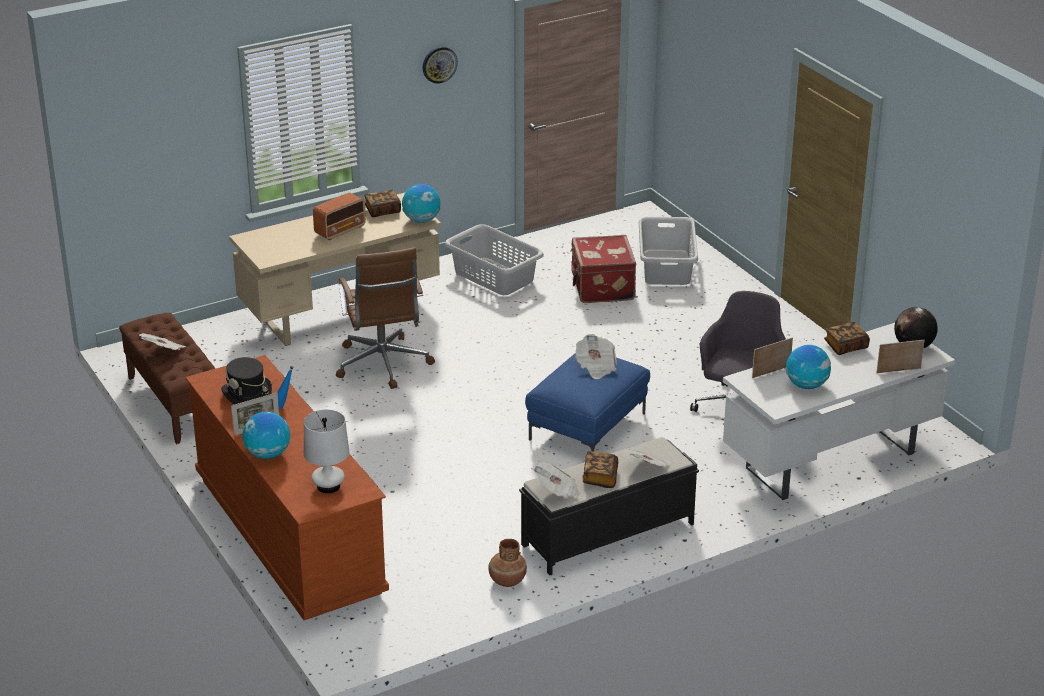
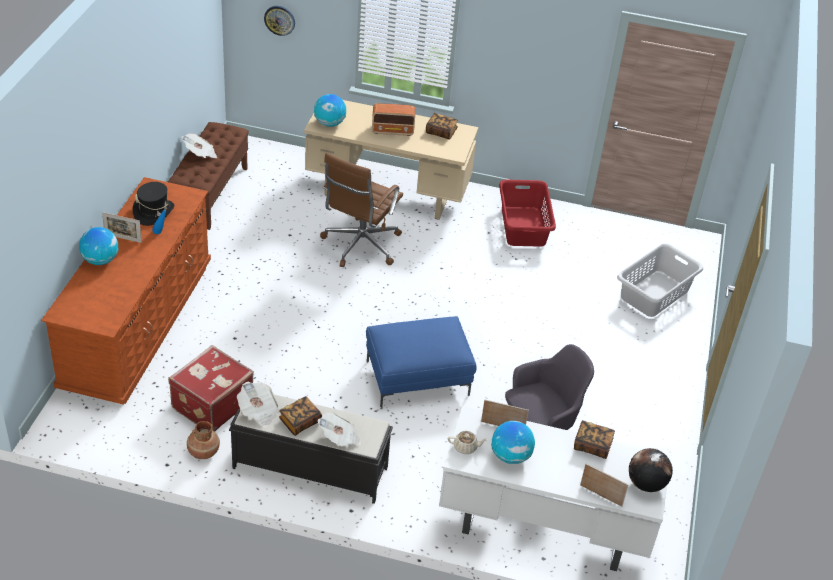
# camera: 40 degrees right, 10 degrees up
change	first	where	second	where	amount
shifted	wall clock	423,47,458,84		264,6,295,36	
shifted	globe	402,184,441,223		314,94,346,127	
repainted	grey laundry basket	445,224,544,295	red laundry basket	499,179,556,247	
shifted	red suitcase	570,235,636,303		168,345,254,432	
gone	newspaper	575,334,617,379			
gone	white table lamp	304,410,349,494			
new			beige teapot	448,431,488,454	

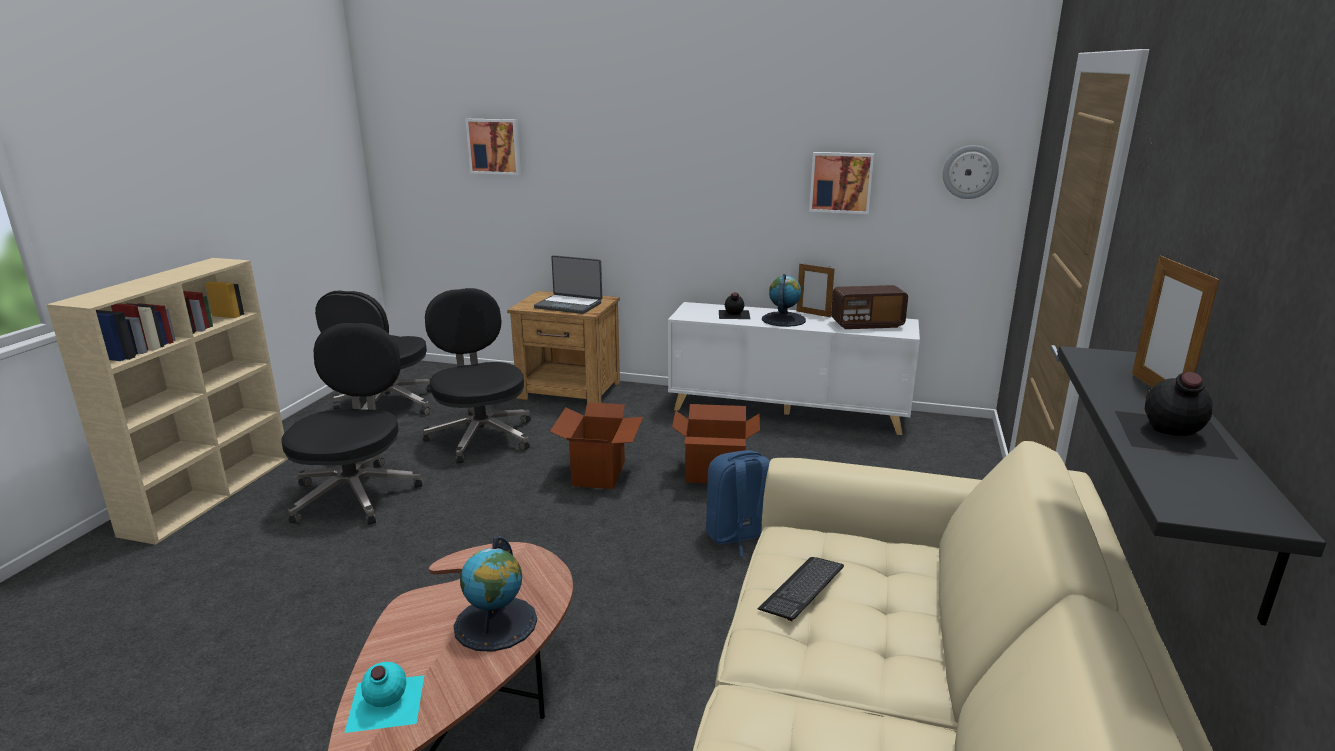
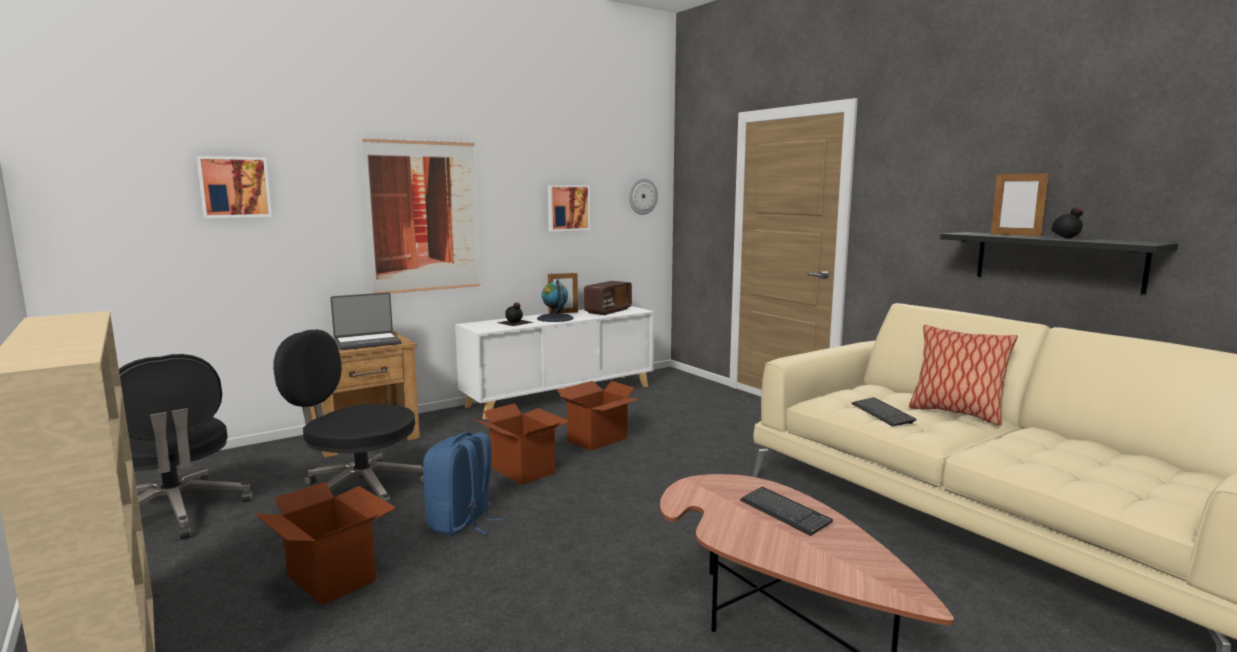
# camera: 50 degrees left, 10 degrees down
change	first	where	second	where	amount
swapped	black office chair	282,323,422,525	cardboard box	254,482,396,605	
shifted	blue backpack	706,450,770,557		423,432,503,536	
swapped	globe	454,536,537,652	keyboard	740,487,833,536	
gone	turquoise bottle	345,662,424,733			
new			picture	362,138,480,294	
new			pillow	909,325,1017,426	

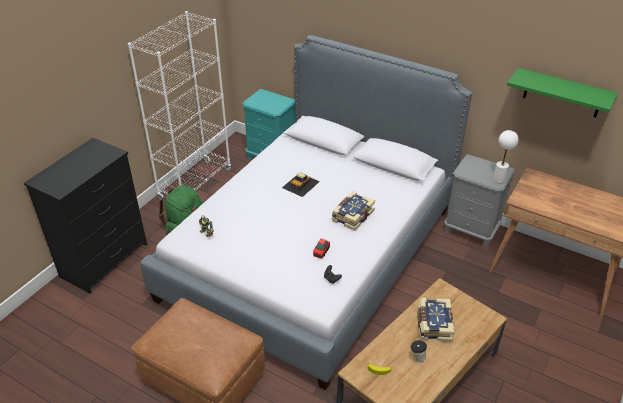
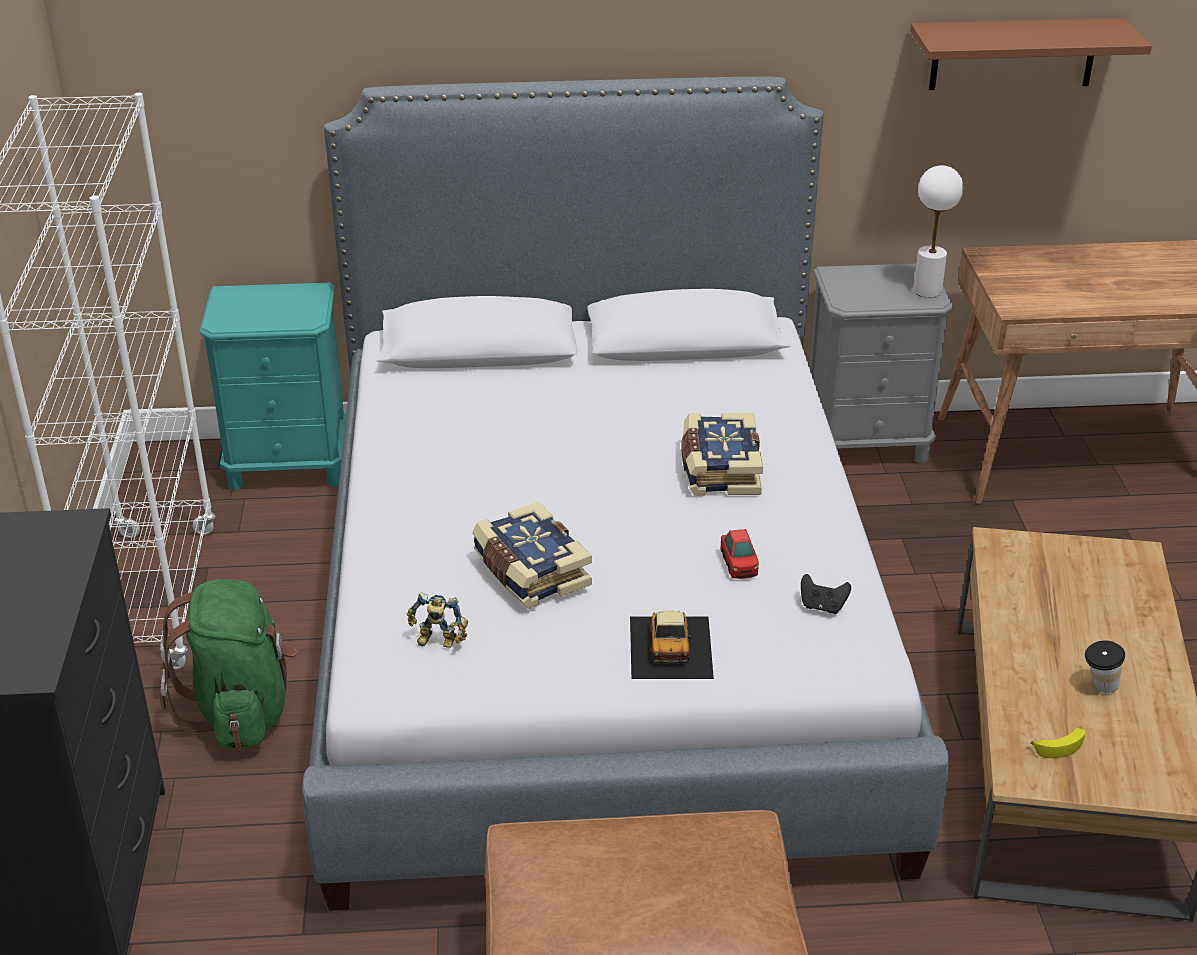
# camera: 35 degrees left, 5 degrees down
change	first	where	second	where	amount
repainted	green shelf	507,68,618,117	brown shelf	910,18,1152,90	
shifted	toy car	282,173,320,197		630,610,714,679	
shifted	book	418,297,454,342		473,502,592,609	

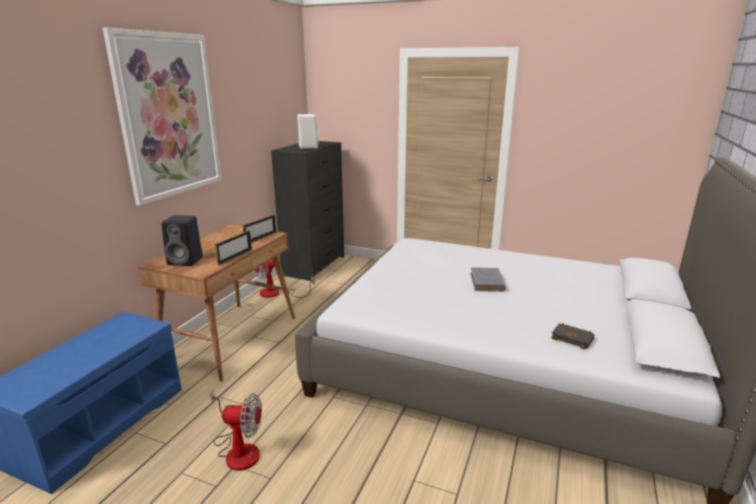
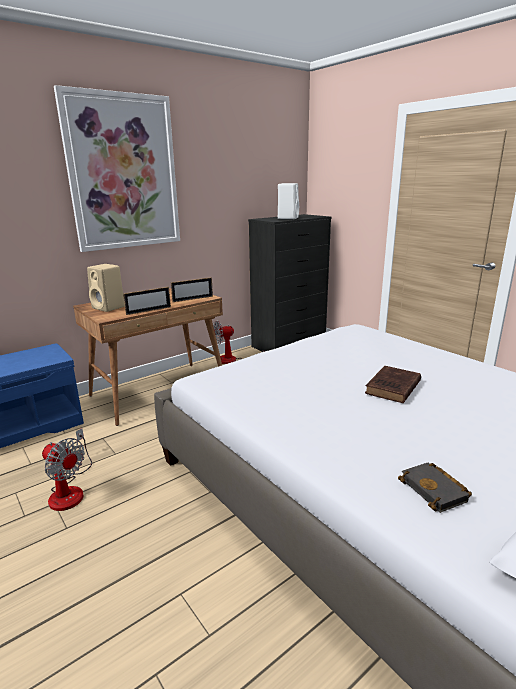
# camera: 30 degrees right, 0 degrees up
change	first	where	second	where	amount
repainted	black speaker	162,215,203,266	beige speaker	87,264,125,312	
repainted	grey book	470,267,506,292	brown book	365,366,421,403	

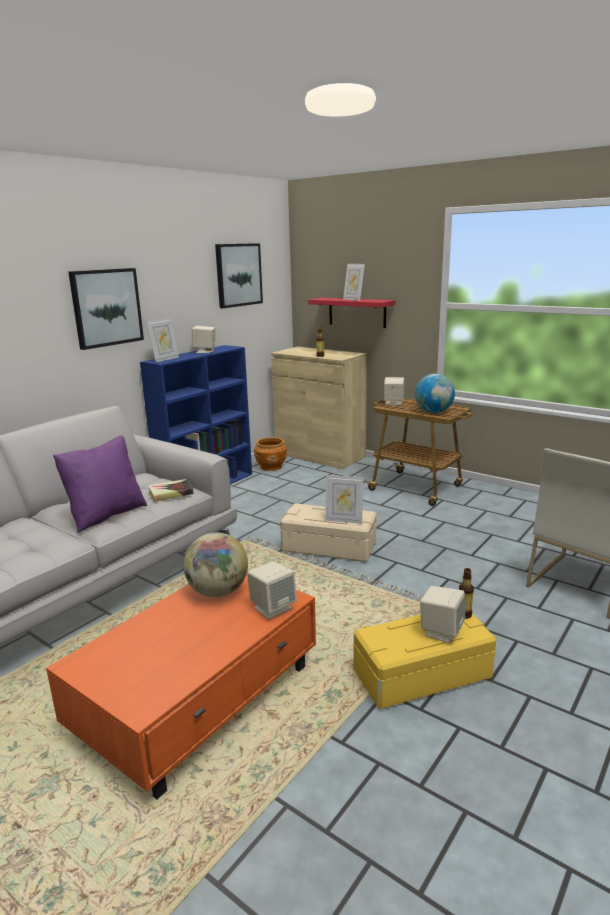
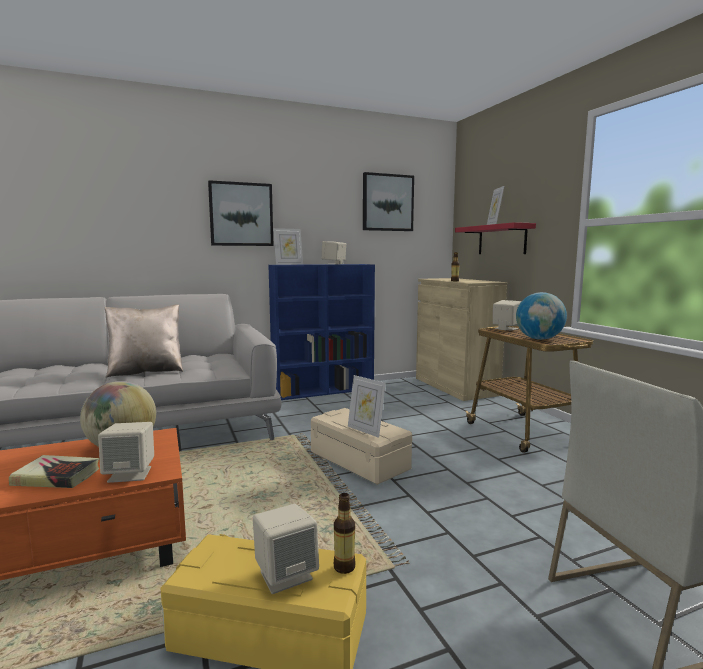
# camera: 30 degrees right, 10 degrees down
change	first	where	second	where	amount
repainted	purple pillow	53,435,147,533	beige pillow	105,304,183,378	
gone	brown planter	254,437,287,471			
shifted	book	148,479,194,502		9,455,99,488	

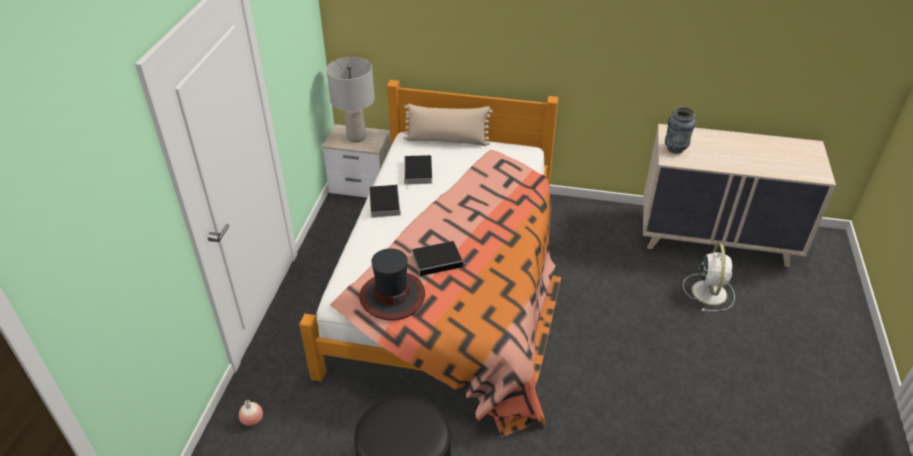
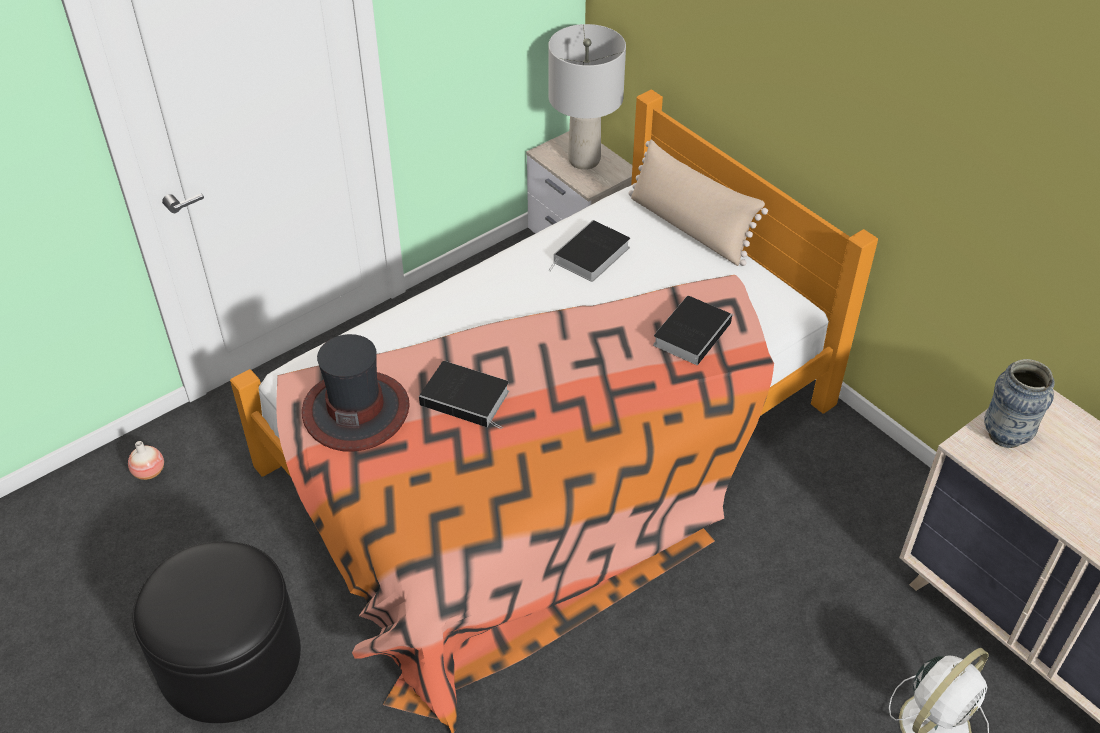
# camera: 40 degrees right, 5 degrees up
change	first	where	second	where	amount
shifted	book	369,185,401,218		653,296,734,366	

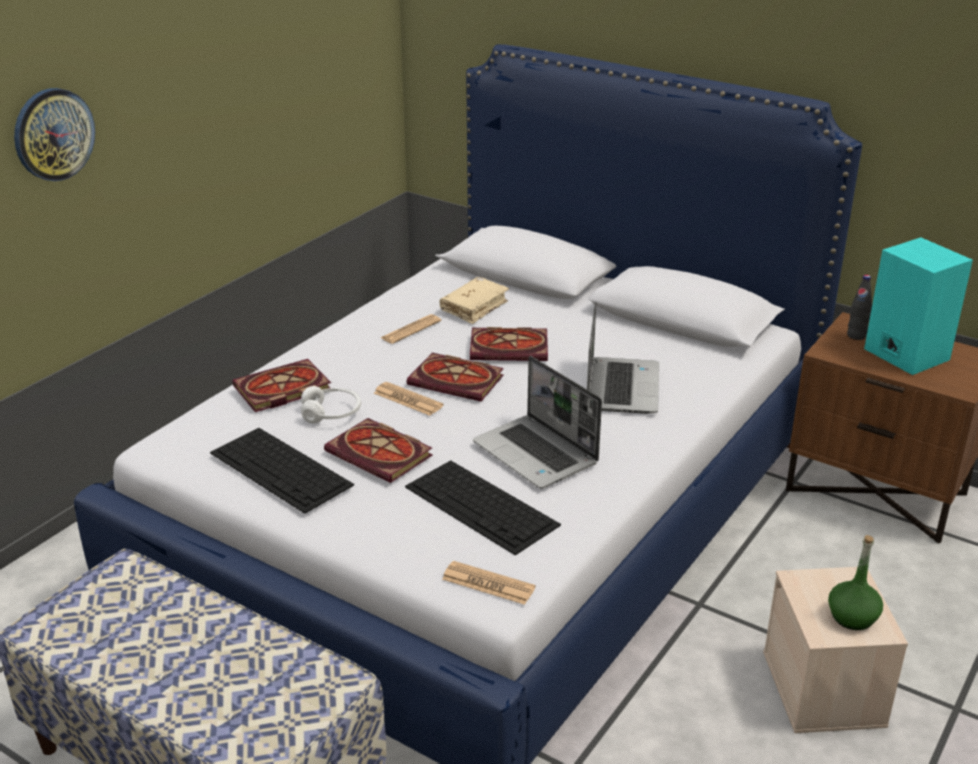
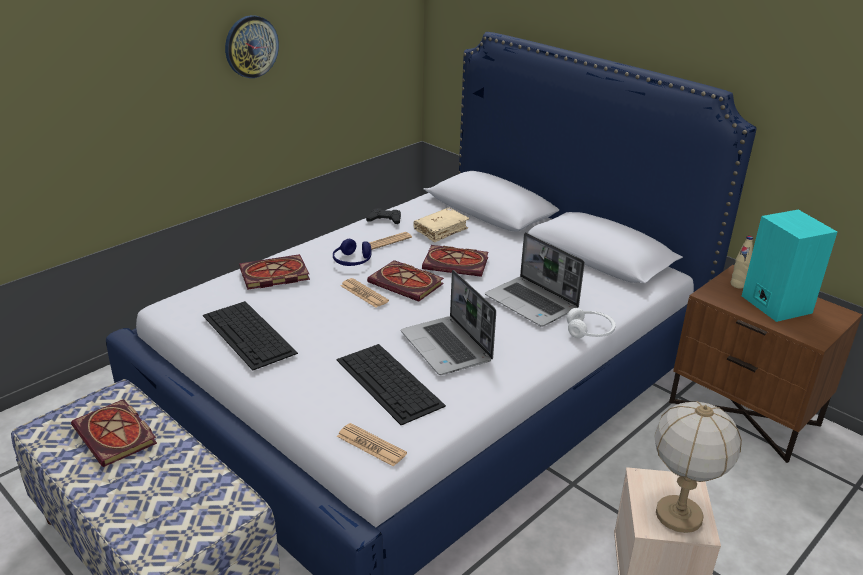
# camera: 10 degrees right, 0 degrees up
change	first	where	second	where	amount
shifted	wall clock	14,88,95,181		225,15,279,78	
repainted	black bottle	847,275,872,340	beige bottle	731,236,753,289	
rotated	laptop	587,302,659,414		485,233,585,327	120 degrees clockwise
shifted	white headphones	301,386,361,423		567,308,616,338	
shifted	book	324,418,433,483		71,399,157,467	
swapped	green bottle	828,535,883,630	table lamp	654,401,742,533	
new			black game controller	366,208,401,224	
new			blue headphones	333,239,371,266	

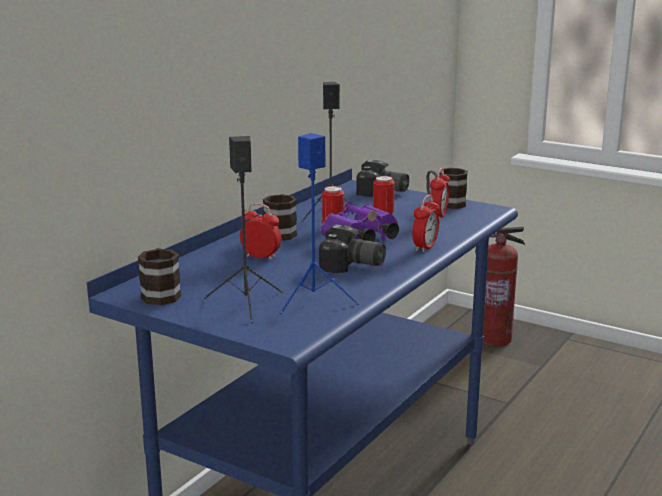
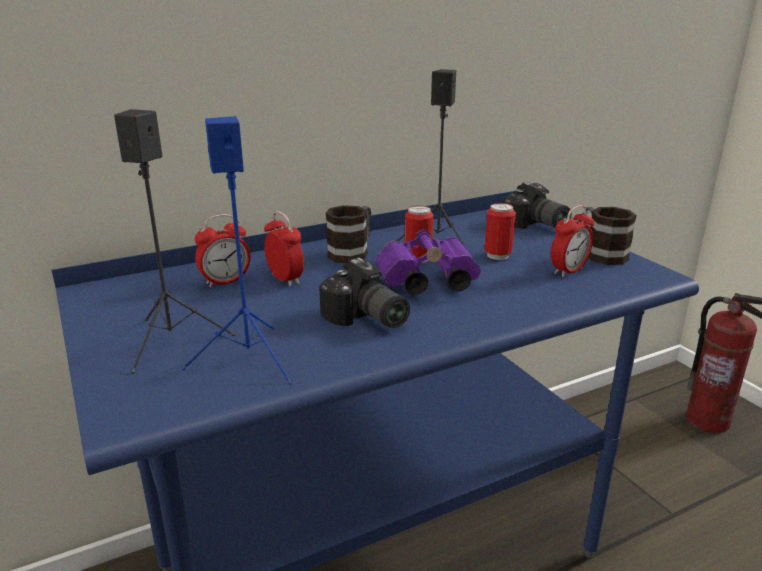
# camera: 30 degrees right, 5 degrees up
change	first	where	second	where	amount
shifted	alarm clock	412,195,439,253		194,214,251,288	
gone	mug	138,248,181,305			

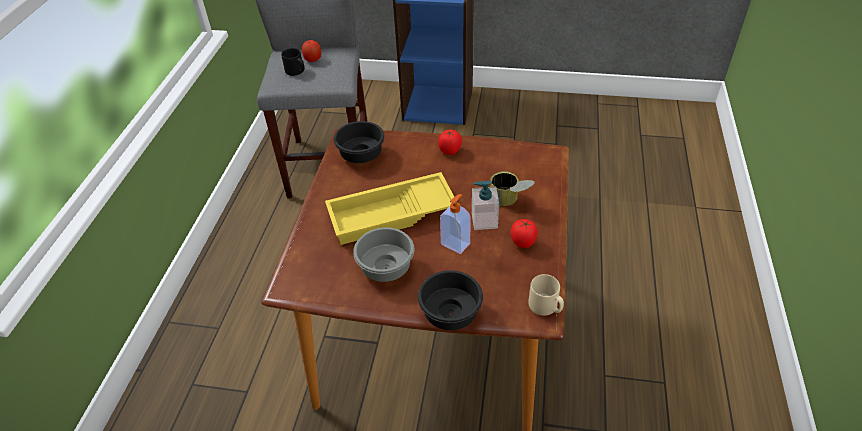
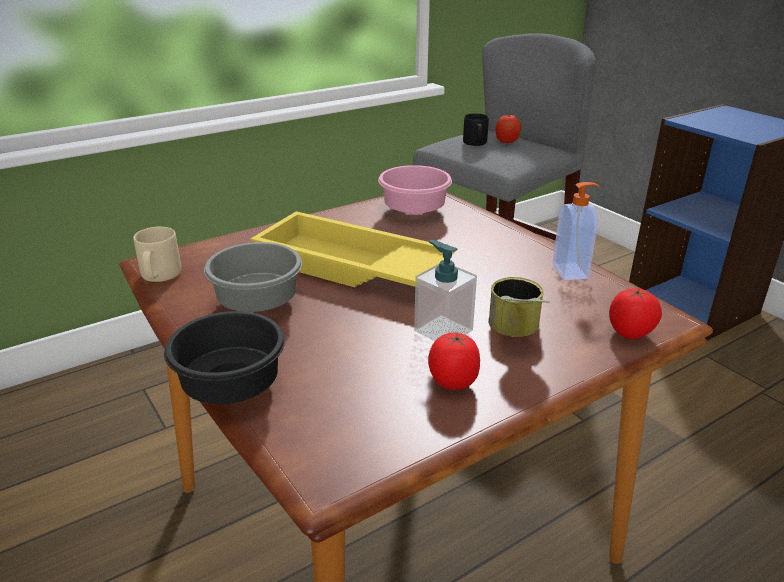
# camera: 45 degrees right, 15 degrees down
change	first	where	second	where	amount
repainted	black bowl	334,121,385,163	pink bowl	378,165,452,215	
shifted	tomato	438,130,462,155		609,288,662,339	
shifted	soap dispenser	440,194,471,254		553,182,600,280	
shifted	beige mug	528,274,564,316		133,227,181,282	

